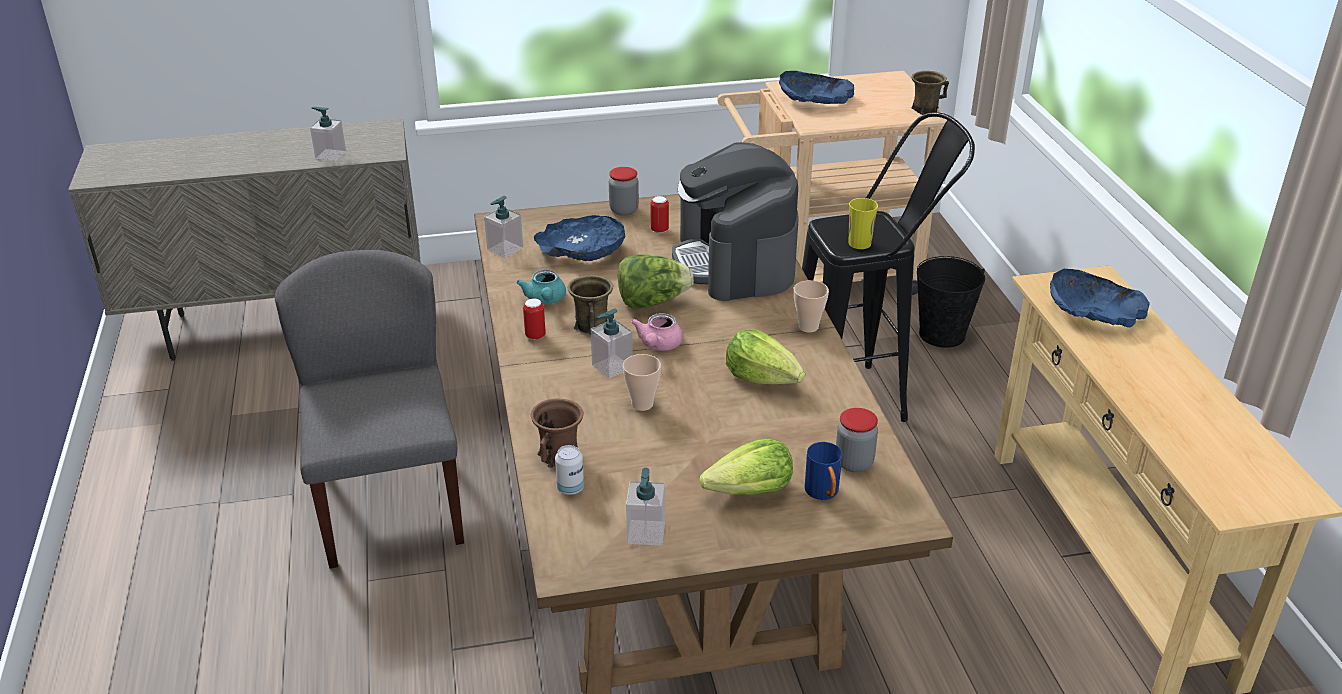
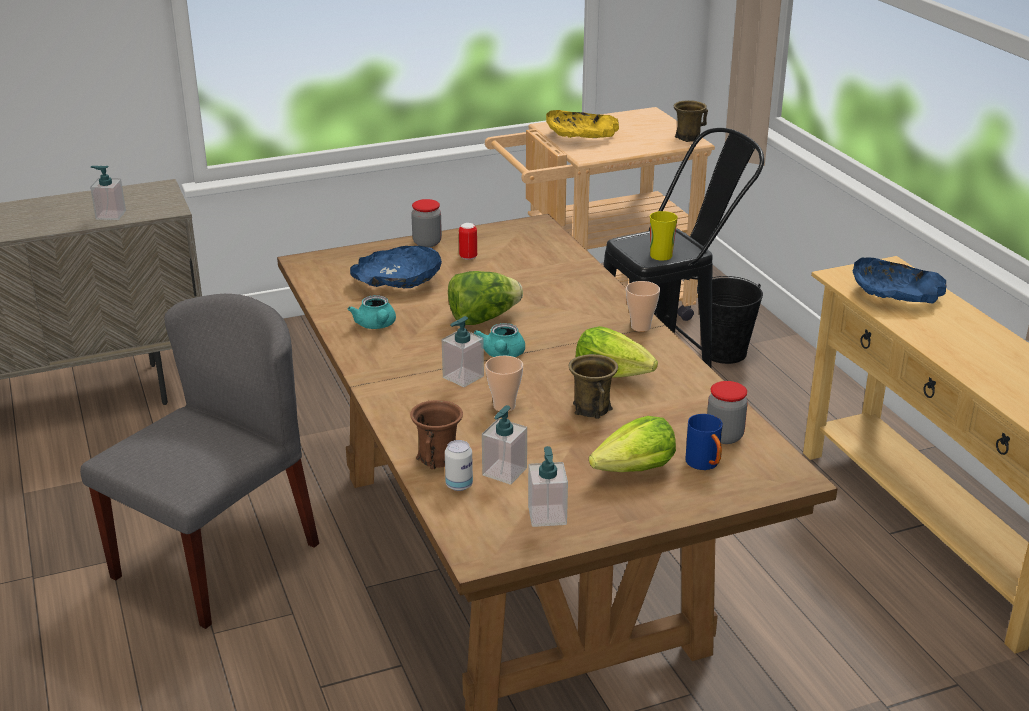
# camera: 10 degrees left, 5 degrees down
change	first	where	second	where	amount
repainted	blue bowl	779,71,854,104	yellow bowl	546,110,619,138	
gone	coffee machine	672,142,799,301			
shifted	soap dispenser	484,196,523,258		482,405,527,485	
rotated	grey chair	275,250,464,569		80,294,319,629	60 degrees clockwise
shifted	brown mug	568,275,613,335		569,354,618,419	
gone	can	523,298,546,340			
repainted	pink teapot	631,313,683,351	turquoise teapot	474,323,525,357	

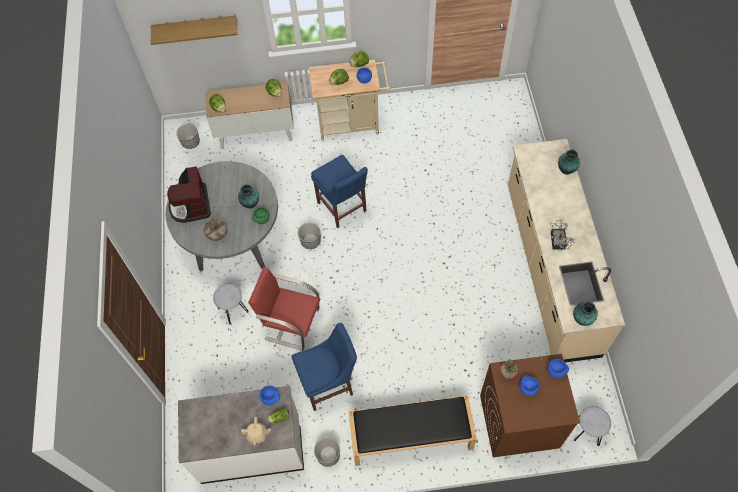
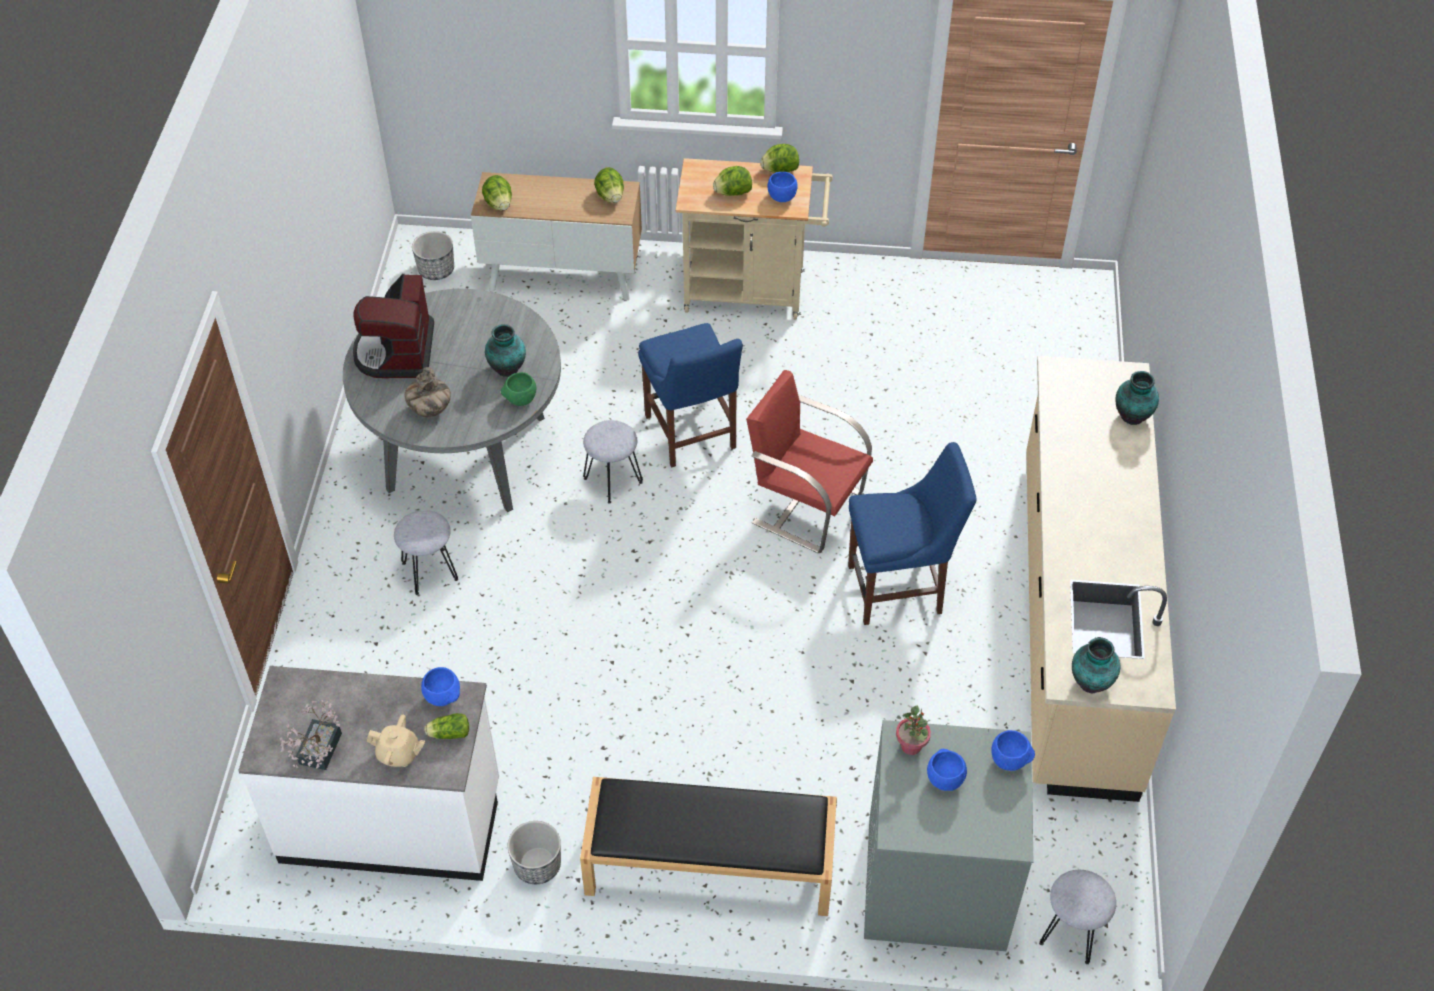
# camera: 10 degrees right, 10 degrees down
change	first	where	second	where	amount
gone	shelf	151,15,238,45			
shifted	potted plant	550,219,576,251		279,700,342,770	
swapped	planter	298,222,321,249	grey stool	583,420,643,504	
shifted	red chair	248,267,320,351		746,370,873,553	
shifted	blue chair	292,323,357,411		848,442,977,625	
repainted	brown washing machine	480,354,580,457	grey washing machine	864,720,1033,951	

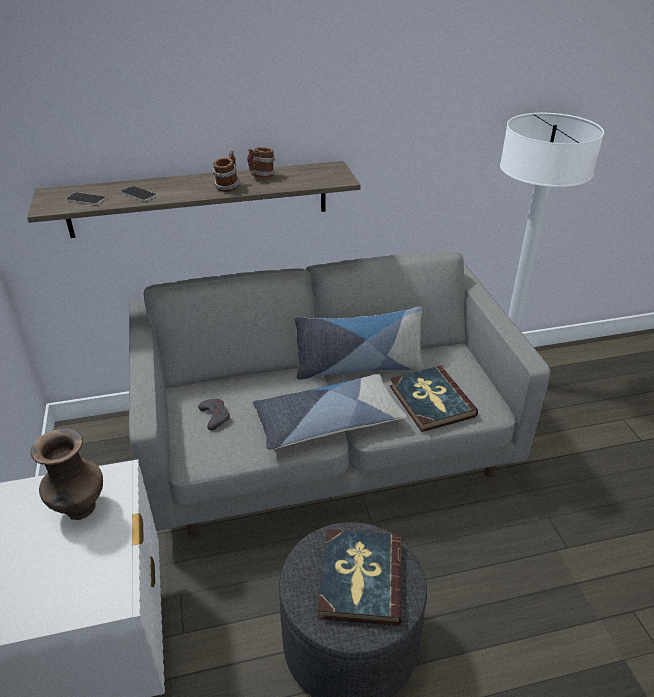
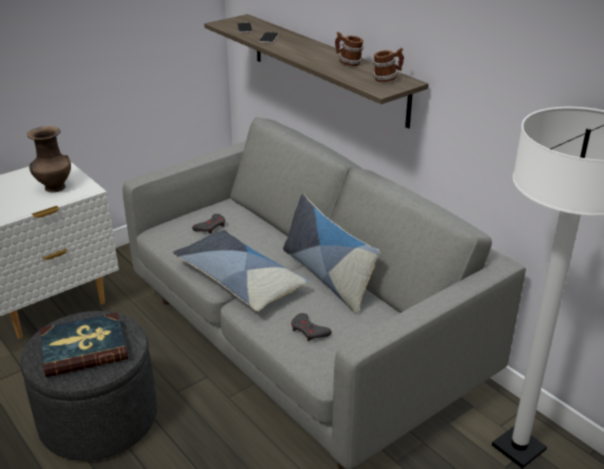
# camera: 65 degrees right, 5 degrees down
change	first	where	second	where	amount
shifted	mug	213,151,240,192		372,48,404,82	
swapped	book	390,366,478,432	grey game controller	291,313,332,341	

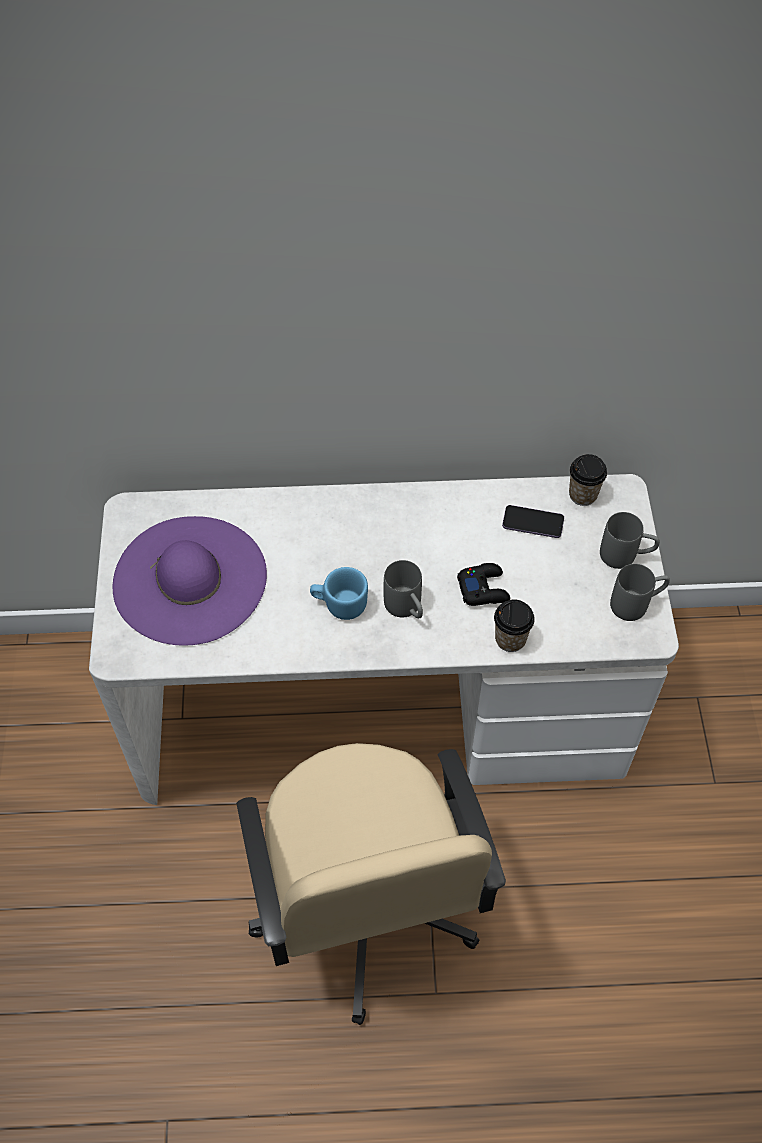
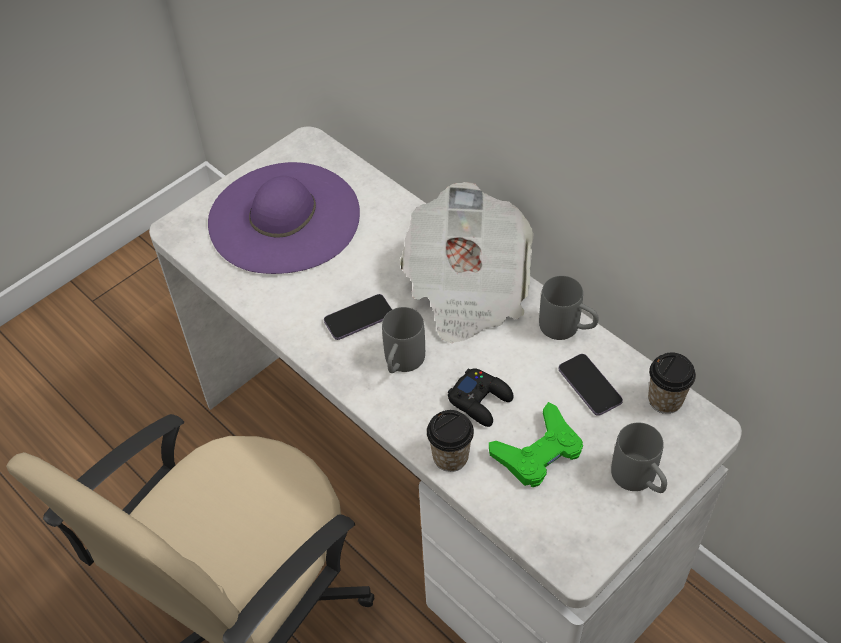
# camera: 50 degrees right, 5 degrees down
change	first	where	second	where	amount
shifted	grey mug	610,564,670,621		539,276,599,340	
swapped	blue mug	310,567,368,620	phone	324,294,392,340	
new			newspaper	400,182,534,343	
new			green game controller	489,402,583,487	

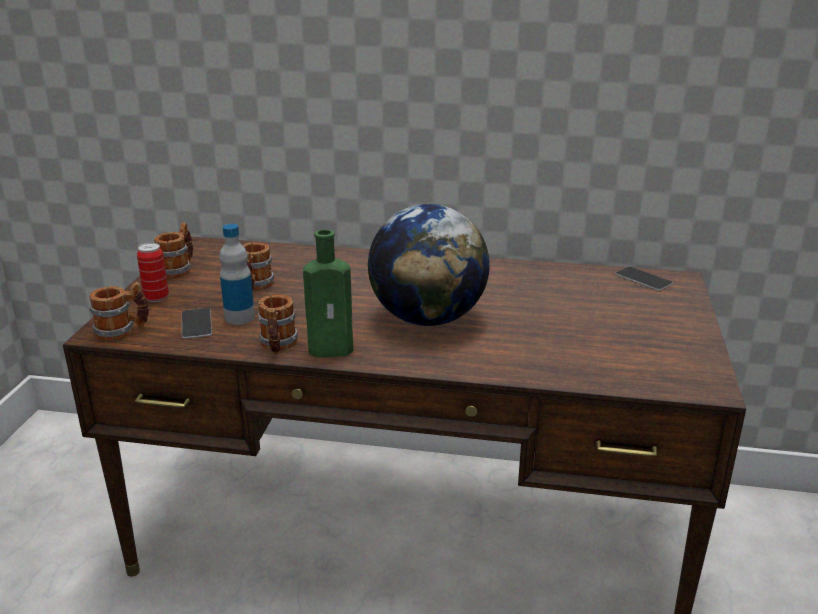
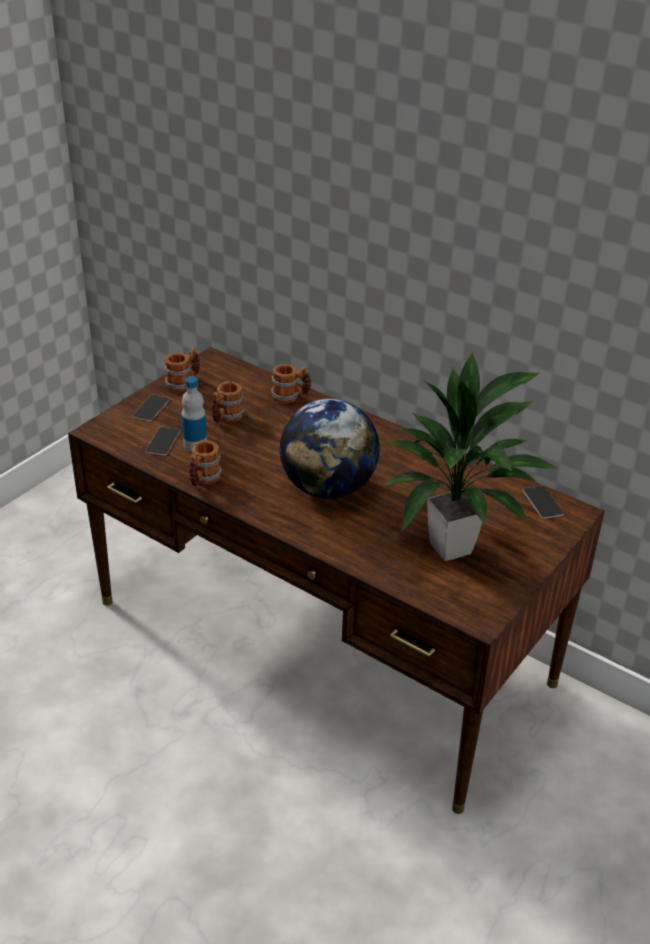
# camera: 25 degrees right, 10 degrees up
change	first	where	second	where	amount
gone	green bottle	303,229,353,357			
swapped	can	137,243,169,302	phone	132,394,170,422	
shifted	mug	89,282,149,341		271,364,311,403	
new			potted plant	380,352,557,561	

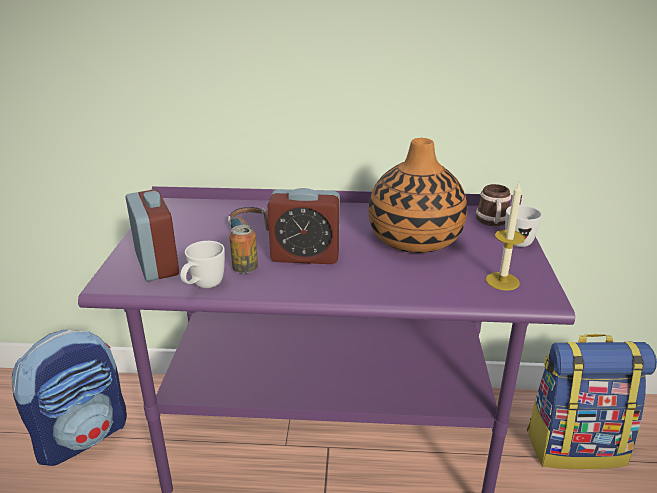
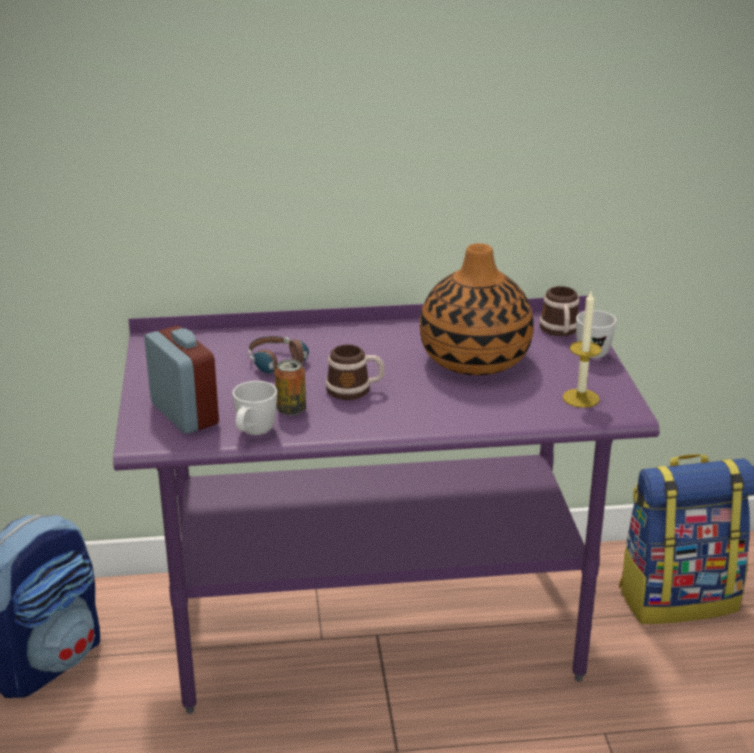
# camera: 10 degrees left, 0 degrees up
change	first	where	second	where	amount
swapped	alarm clock	267,188,340,264	mug	325,344,384,400	

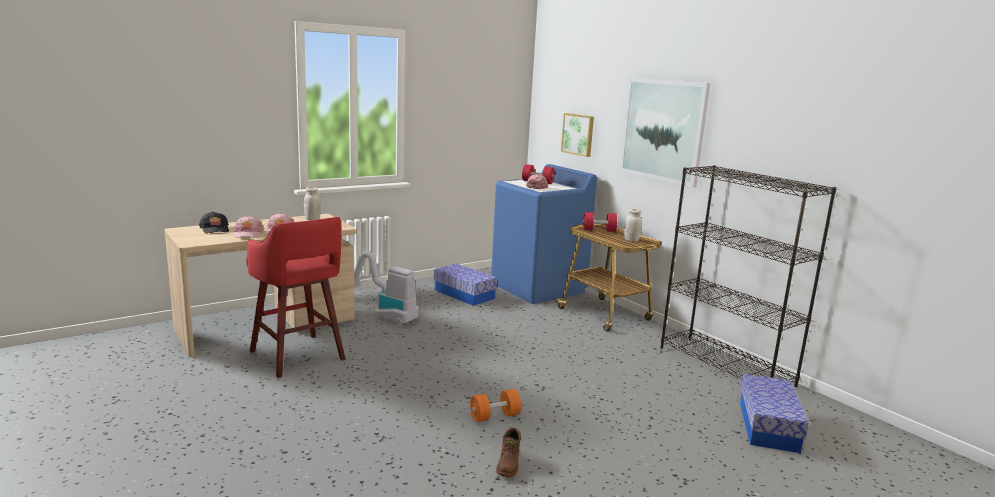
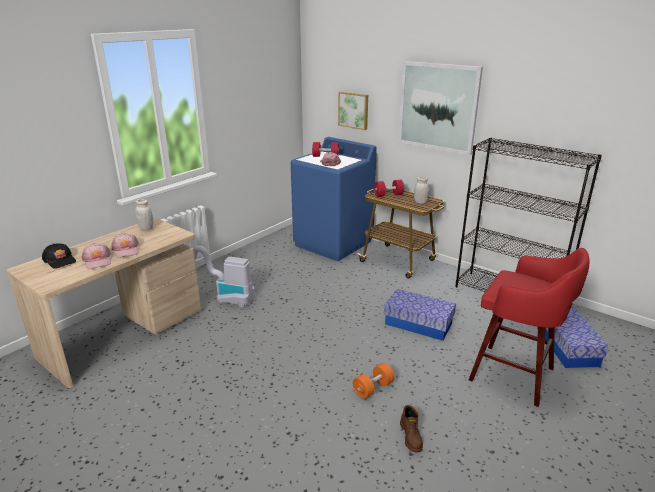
# camera: 15 degrees left, 10 degrees up
change	first	where	second	where	amount
shifted	red stool	246,217,345,378		468,248,590,407	
shifted	storage box	434,264,497,306		384,289,456,341	

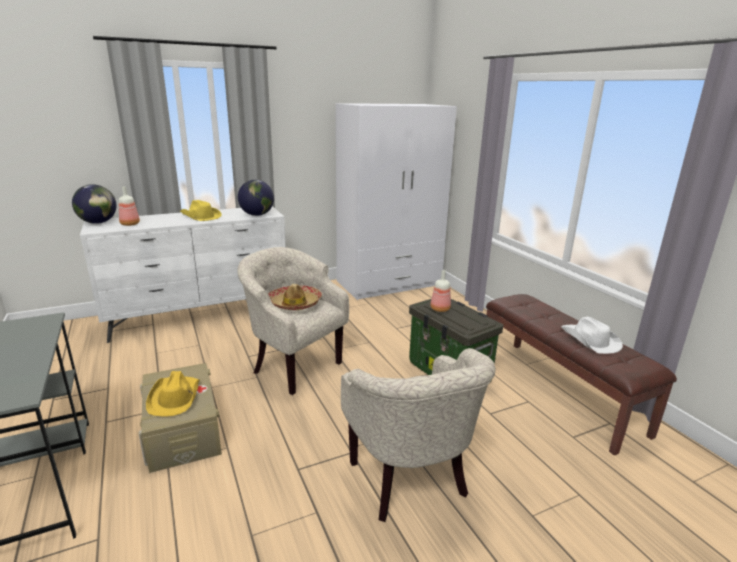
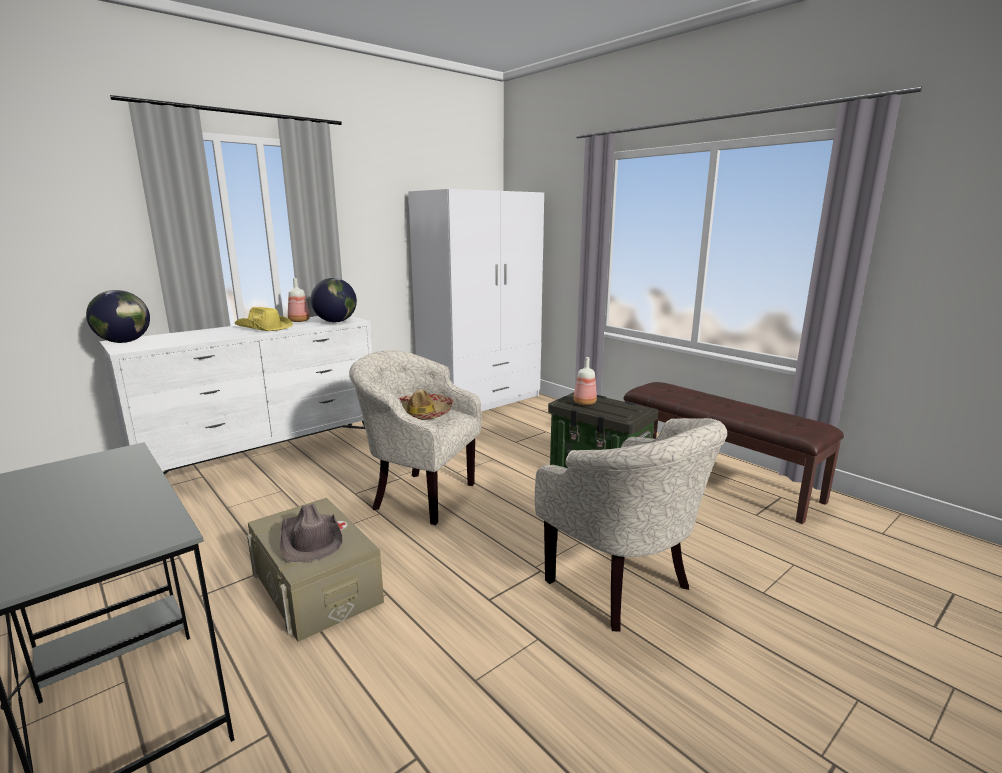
# camera: 15 degrees left, 5 degrees down
change	first	where	second	where	amount
shifted	bottle	119,186,140,226		288,278,310,322	
gone	white hat	561,317,623,354			
repainted	yellow hat	146,371,200,417	brown hat	280,504,343,562	

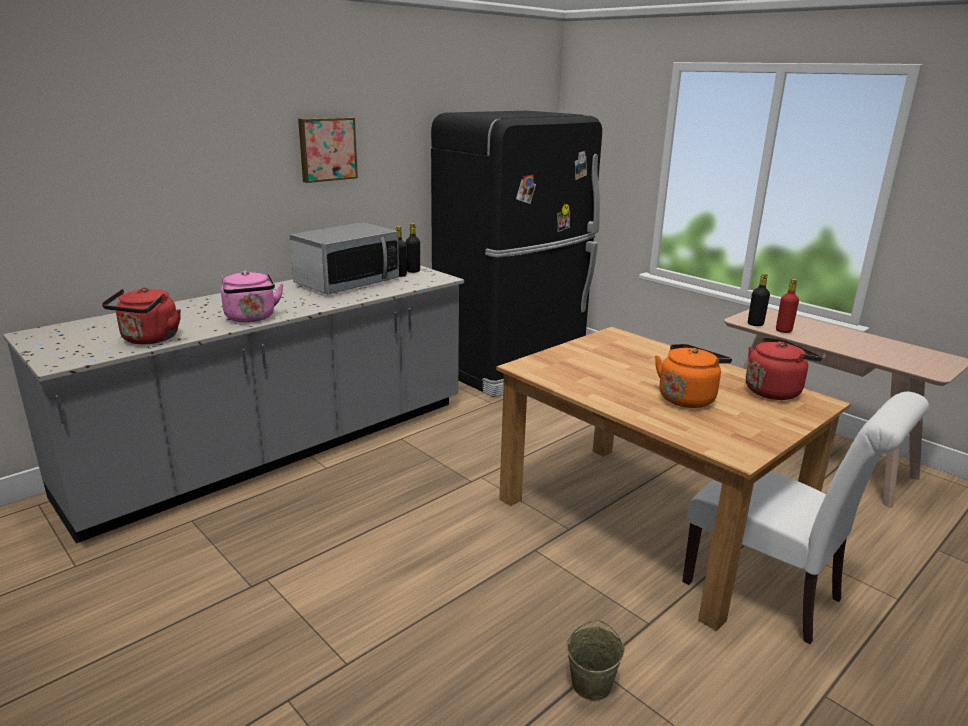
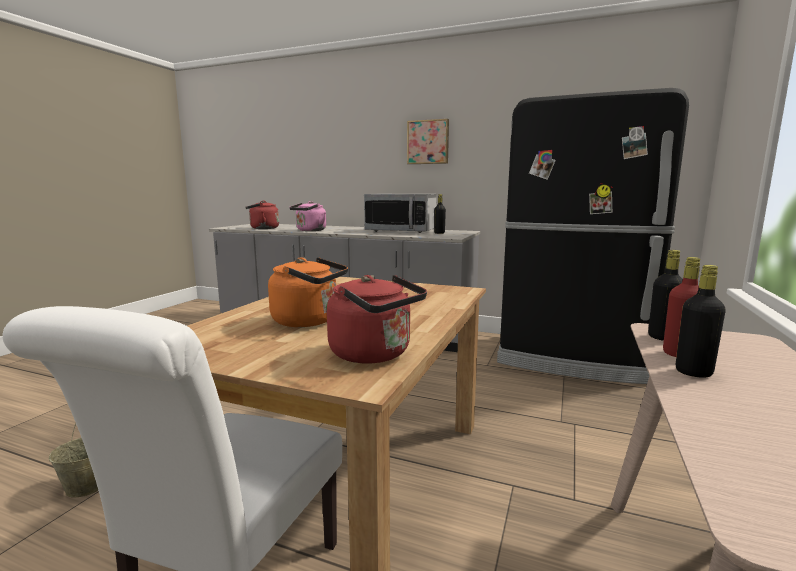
# camera: 65 degrees right, 10 degrees down
change	first	where	second	where	amount
shifted	black bottle	406,223,420,273		676,265,726,378	

